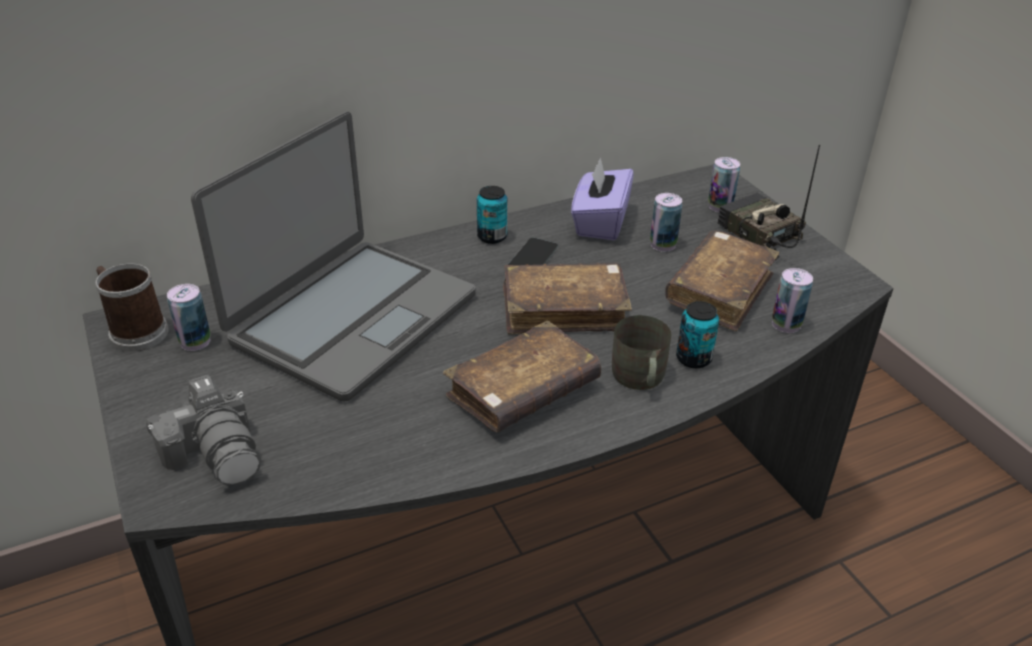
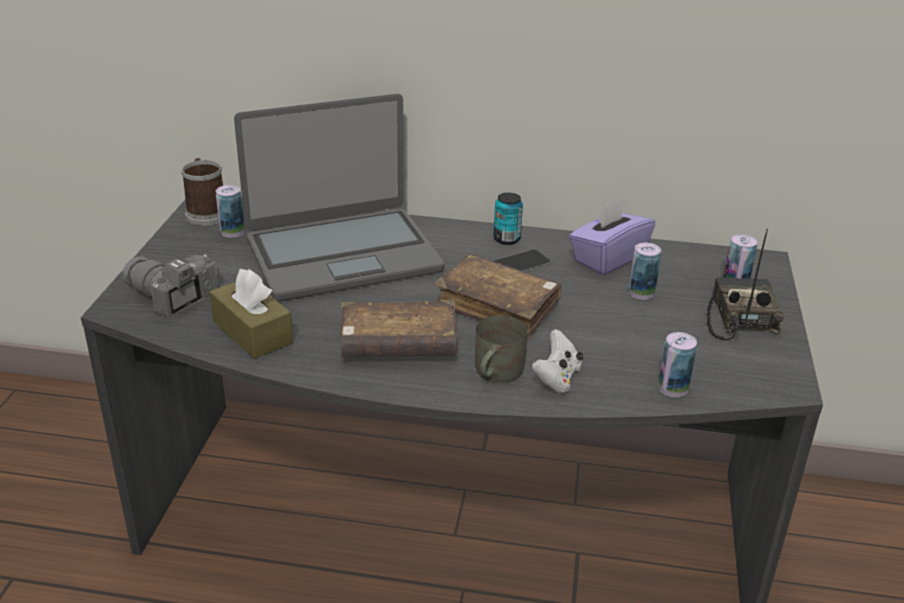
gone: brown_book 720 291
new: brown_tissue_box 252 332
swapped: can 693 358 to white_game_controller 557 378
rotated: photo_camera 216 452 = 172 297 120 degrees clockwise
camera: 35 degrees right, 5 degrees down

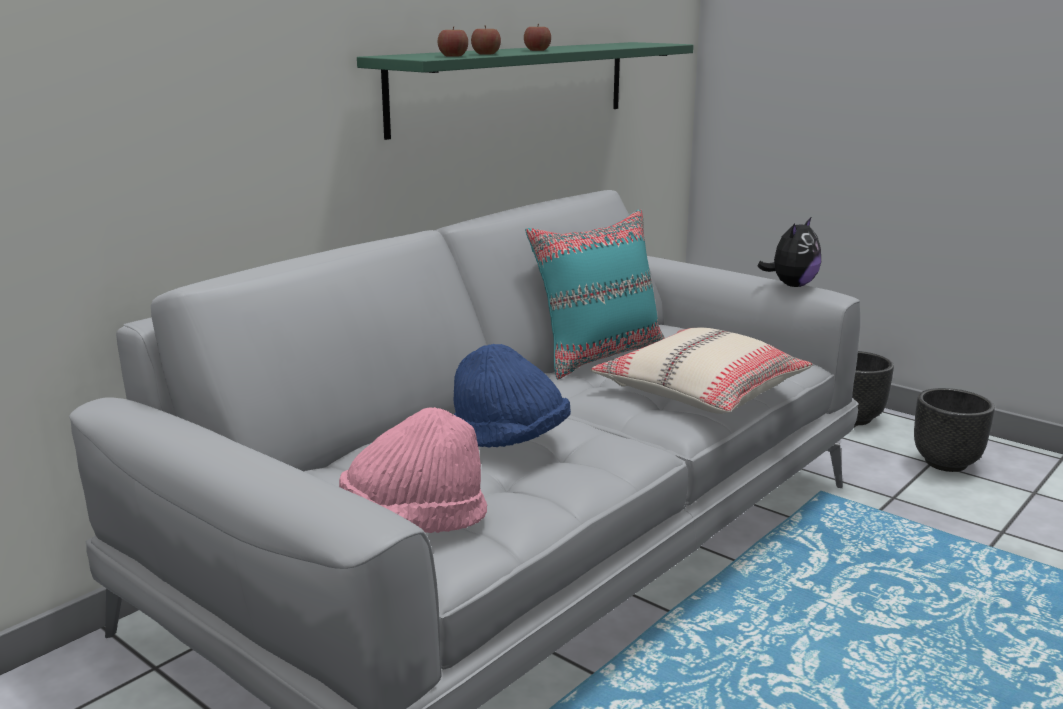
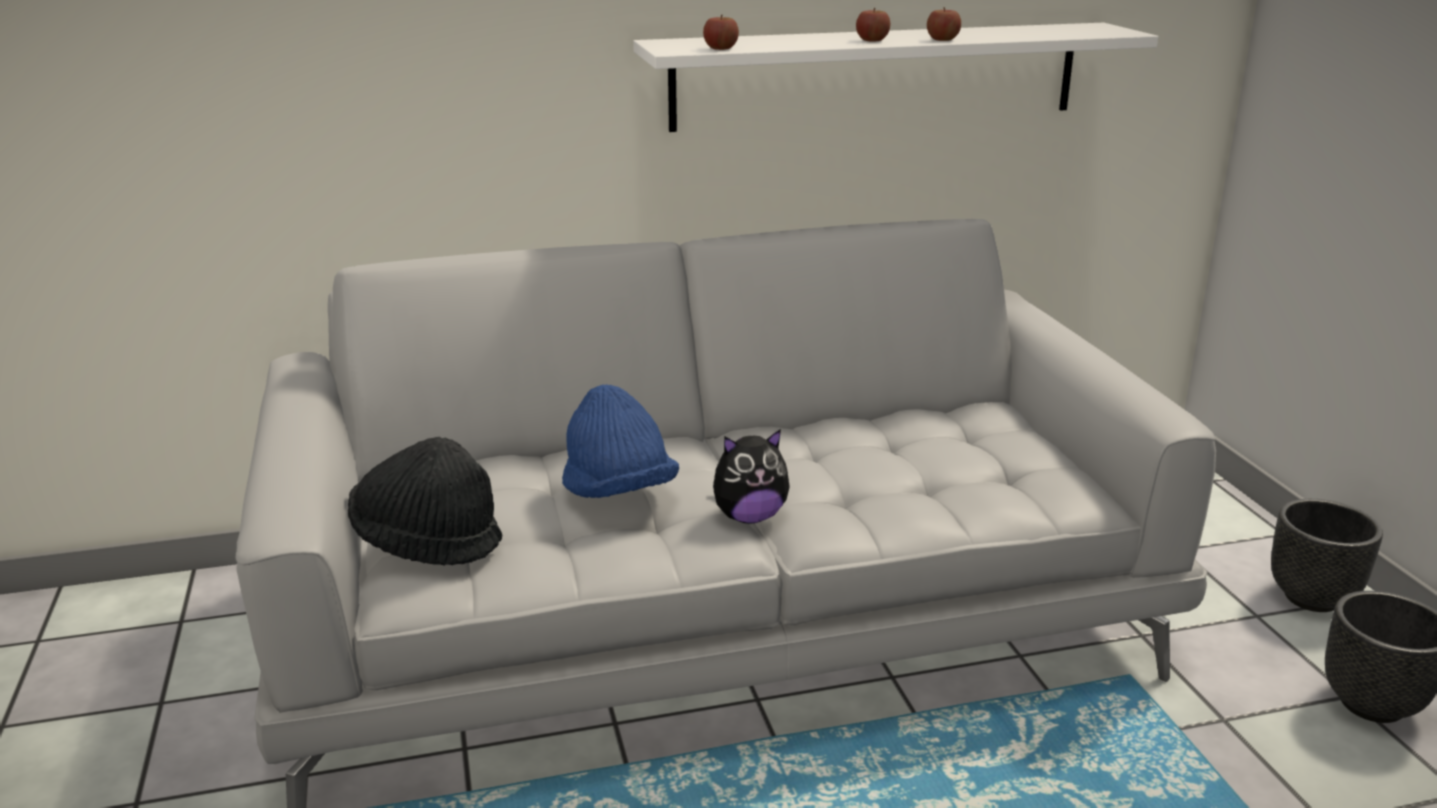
gone: turquoise_pillow 599 356; beige_pillow 700 391
shifted: apple 486 54 to 942 39; plush_toy 791 285 to 749 517
repainted: pink_hat 415 520 to black_hat 427 543; green_shelf 514 85 to white_shelf 877 76
camera: 35 degrees right, 5 degrees up

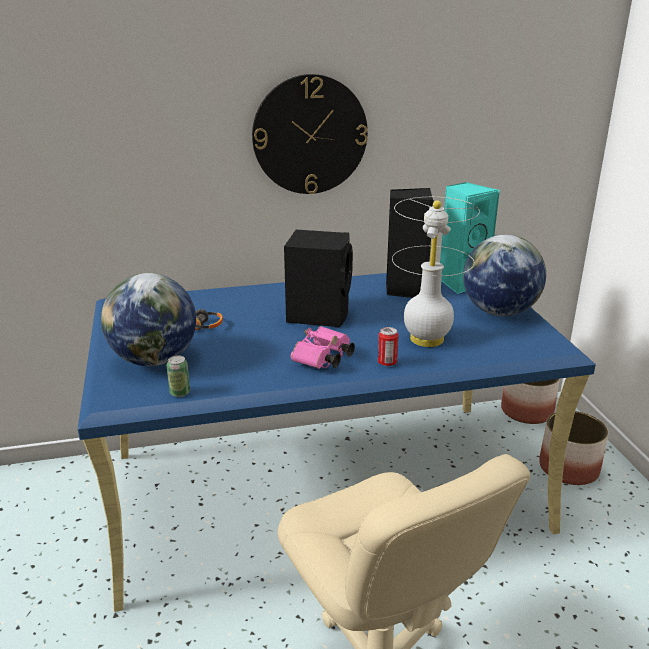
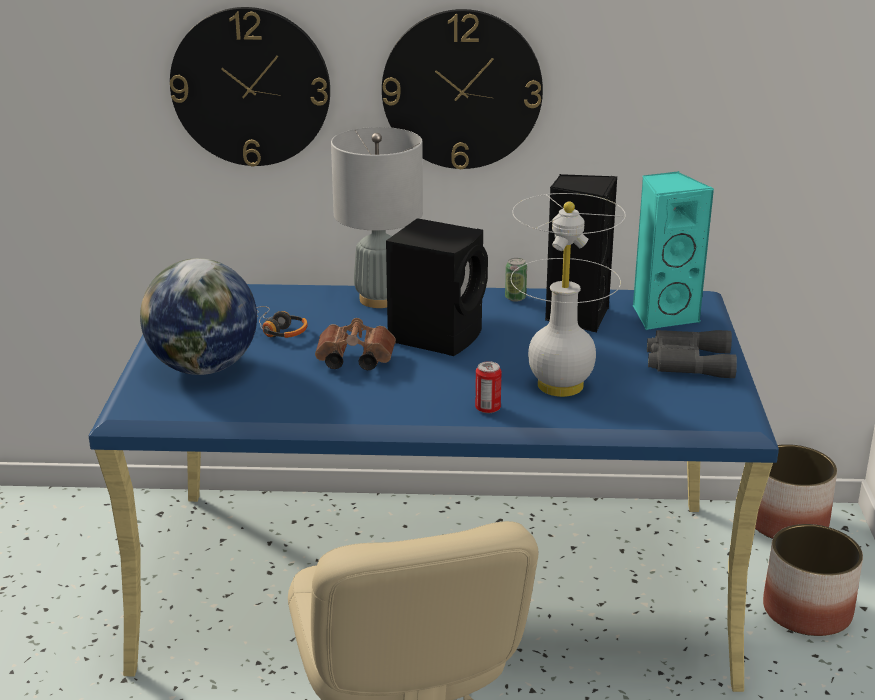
gone: pink_binoculars 322 360
new: wall_clock 250 87; brown_binoculars 352 361; grey_table_lamp 379 299
shifted: can 180 393 to 515 298
swapped: globe 499 312 to grey_binoculars 687 362
camera: 15 degrees right, 0 degrees up

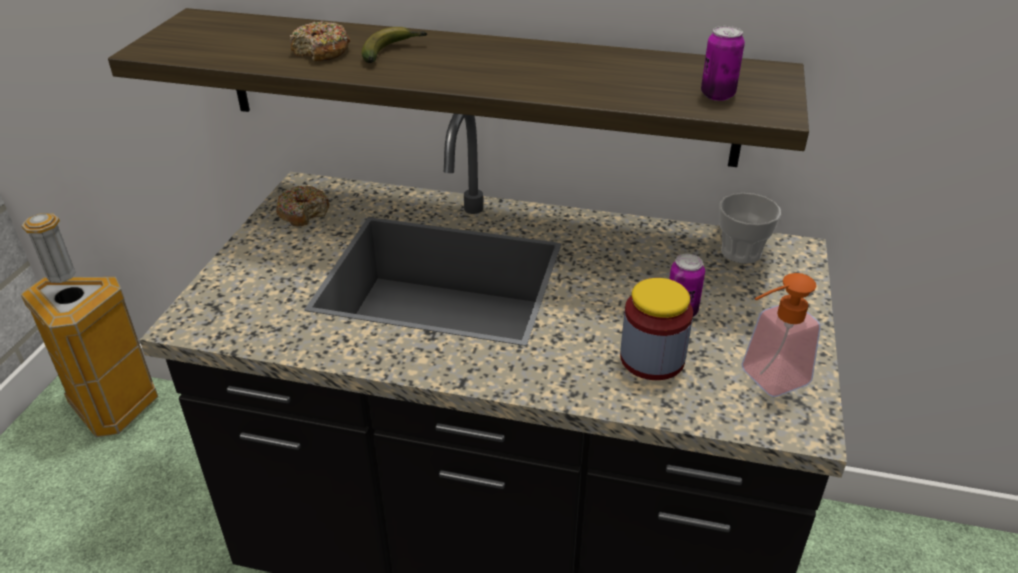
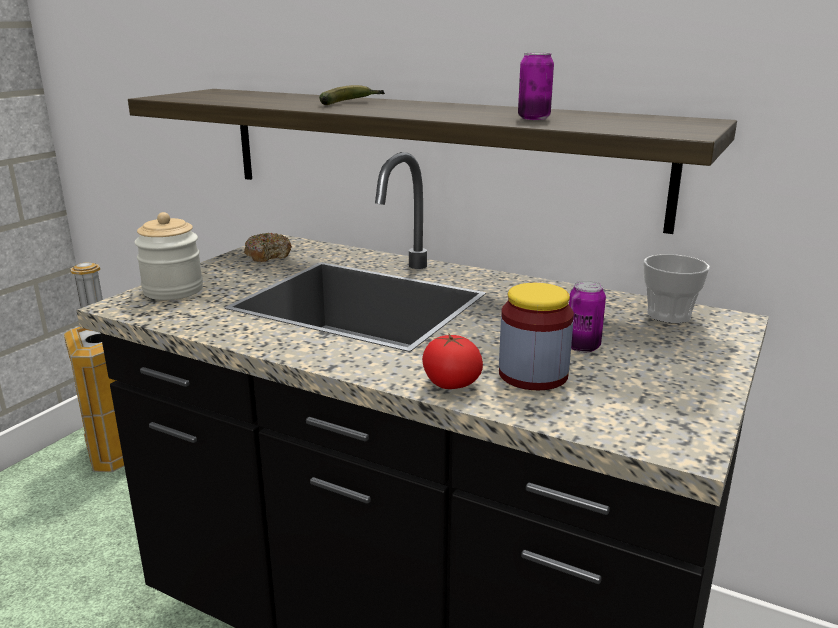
gone: donut 321 51; soap_dispenser 765 380
new: jar 173 290; tomato 451 384
shifted: can 717 95 to 533 118
camera: 15 degrees right, 15 degrees down

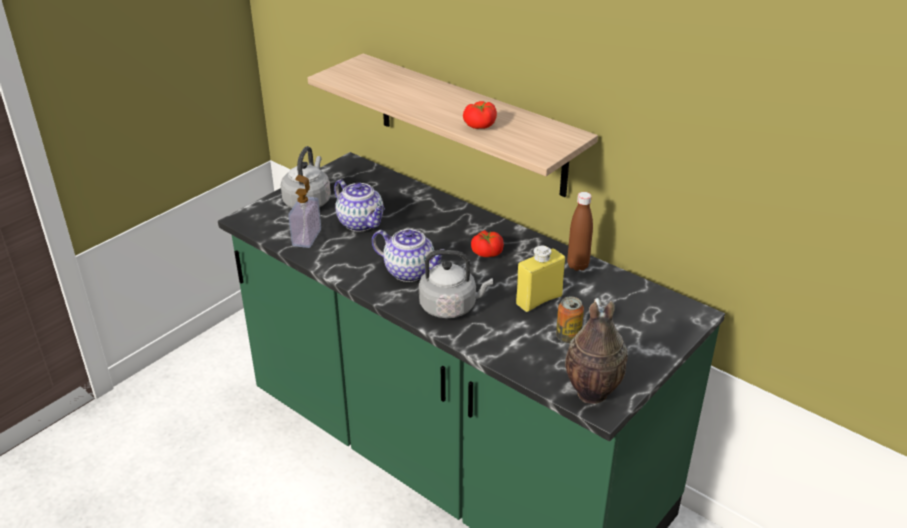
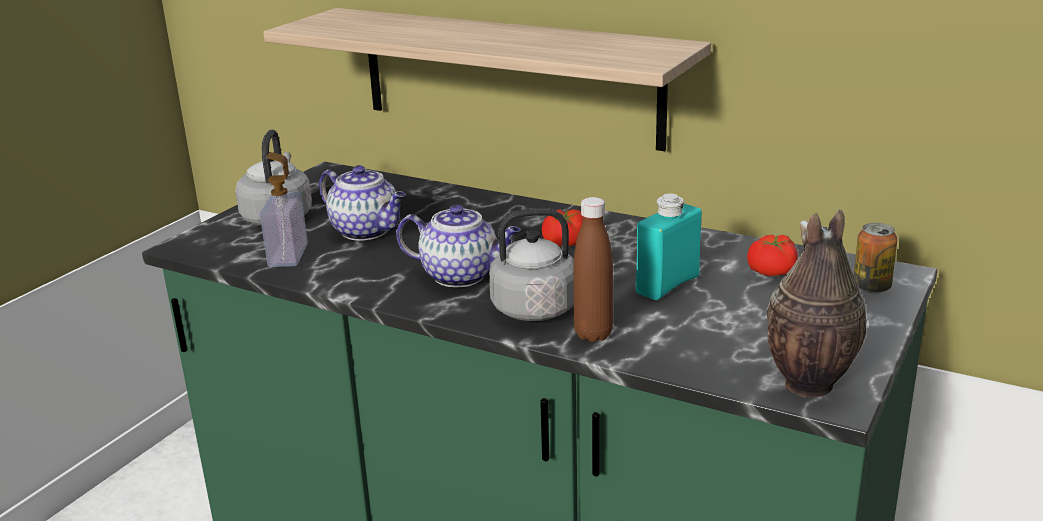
shifted: tomato 480 126 to 773 271; can 568 337 to 871 287; brown_bottle 577 265 to 593 334
repainted: yellow_bottle 539 300 to turquoise_bottle 667 285
camera: 10 degrees left, 10 degrees down

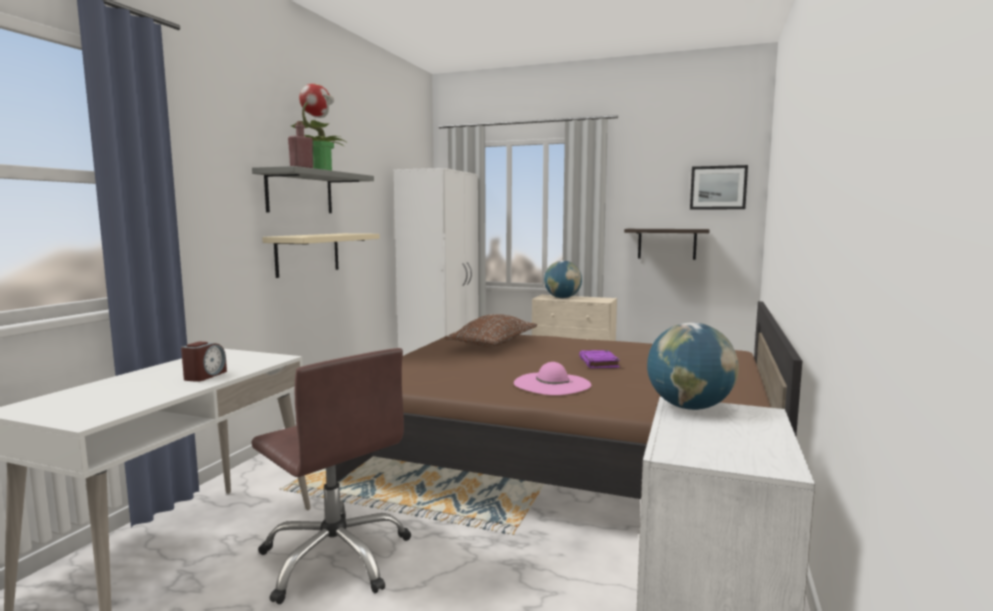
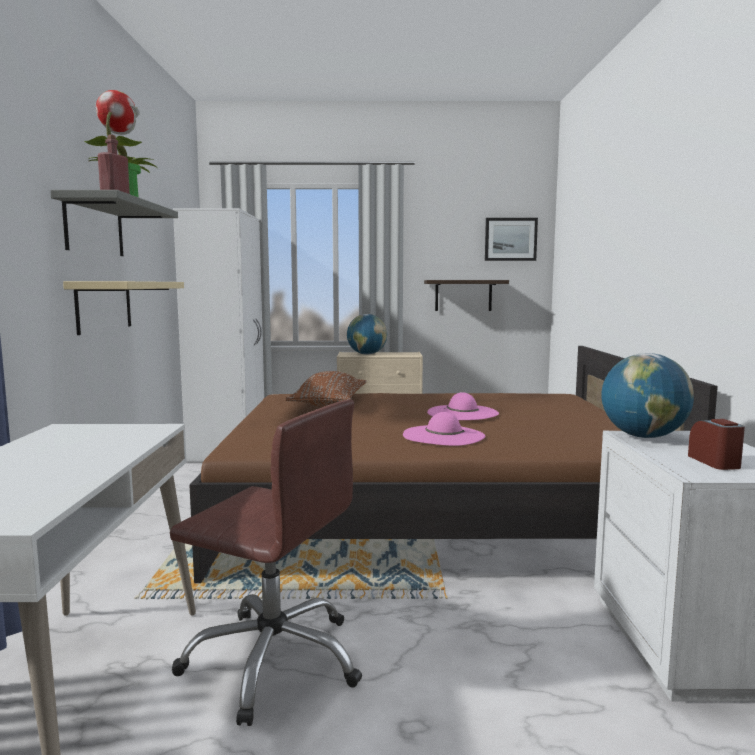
shifted: alarm_clock 205 376 to 715 462
swapped: purple_book 599 363 to pink_hat 463 413
camera: 20 degrees left, 0 degrees up

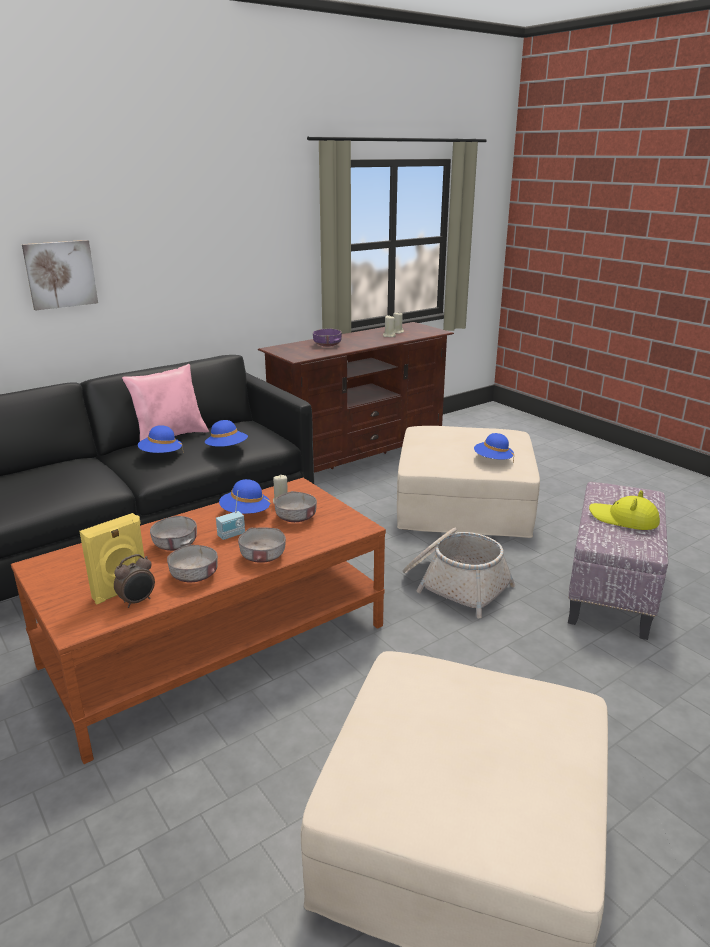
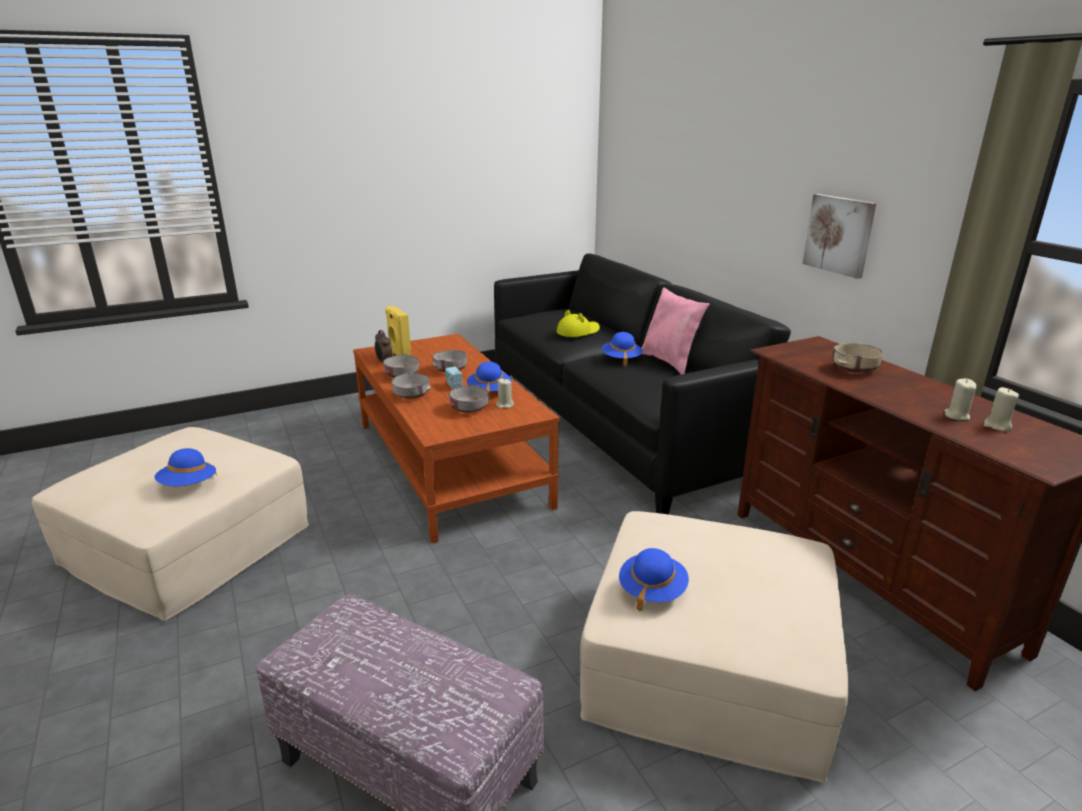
gone: basket 454 584
shifted: picture 60 274 to 839 235; blue_hat 227 449 to 188 485; yellow_hat 623 519 to 578 332
repainted: purple_bowl 327 345 to beige_bowl 854 369
camera: 100 degrees right, 0 degrees up

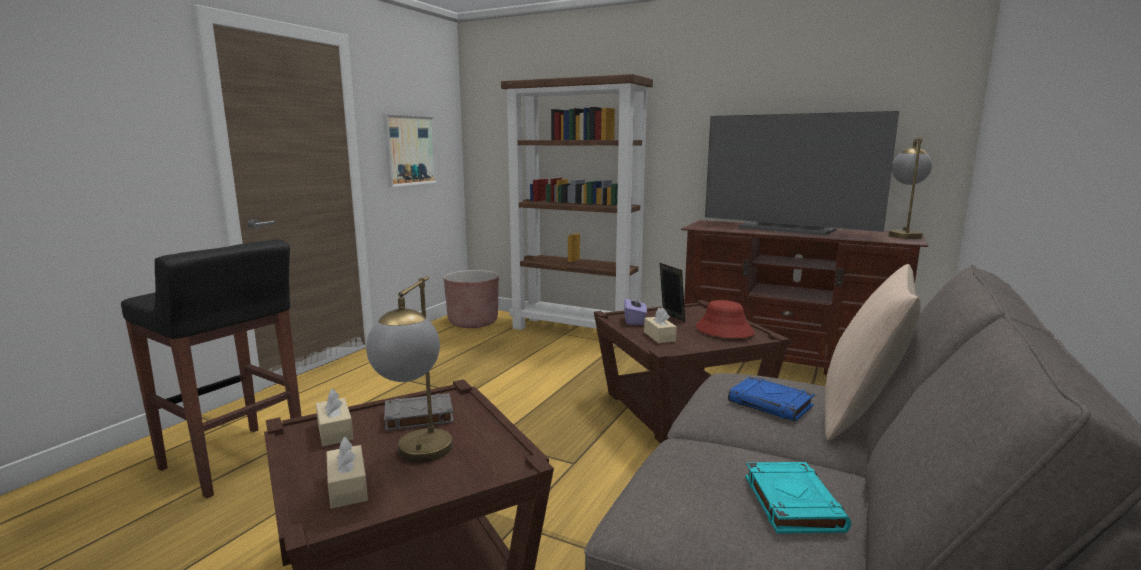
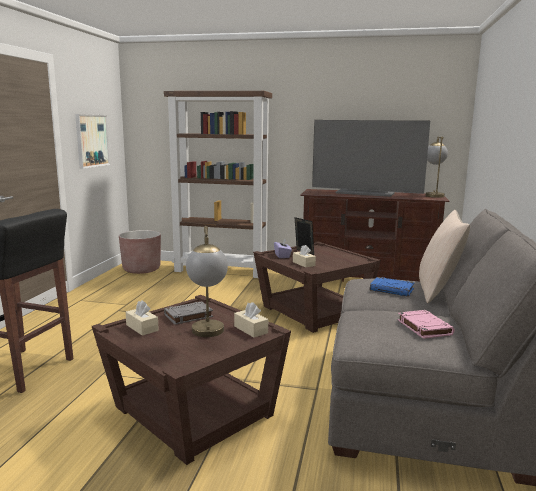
gone: red_hat 724 330
shifted: beige_tissue_box 347 487 to 251 329
repainted: turquoise_book 791 502 to pink_book 423 327
camera: 15 degrees left, 0 degrees up

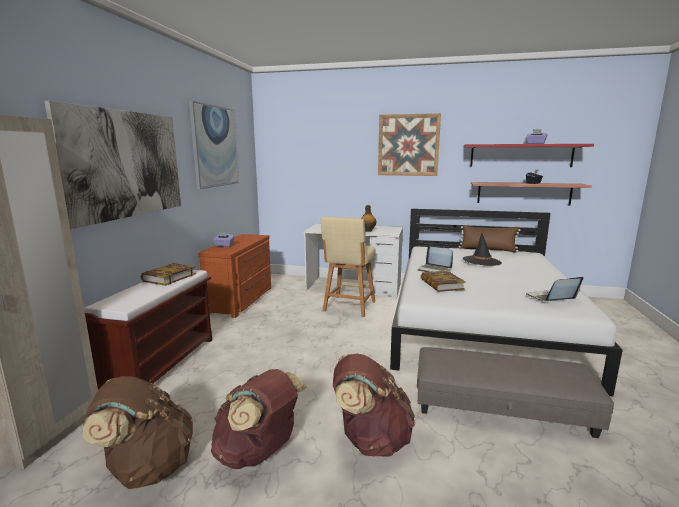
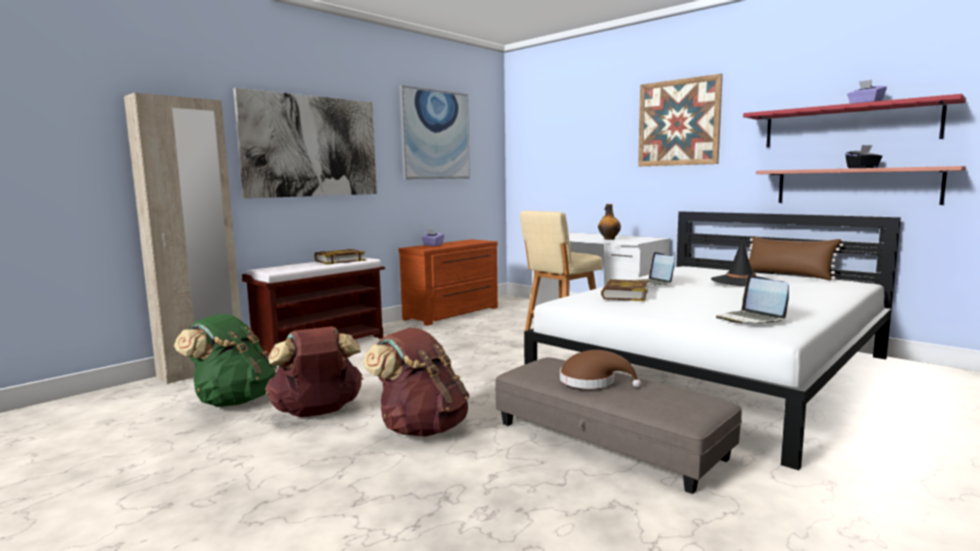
new: brown_hat 592 382
repainted: brown_backpack 147 467 to green_backpack 234 401
rotated: laptop 550 298 = 751 319 120 degrees counterclockwise
camera: 30 degrees right, 5 degrees down

